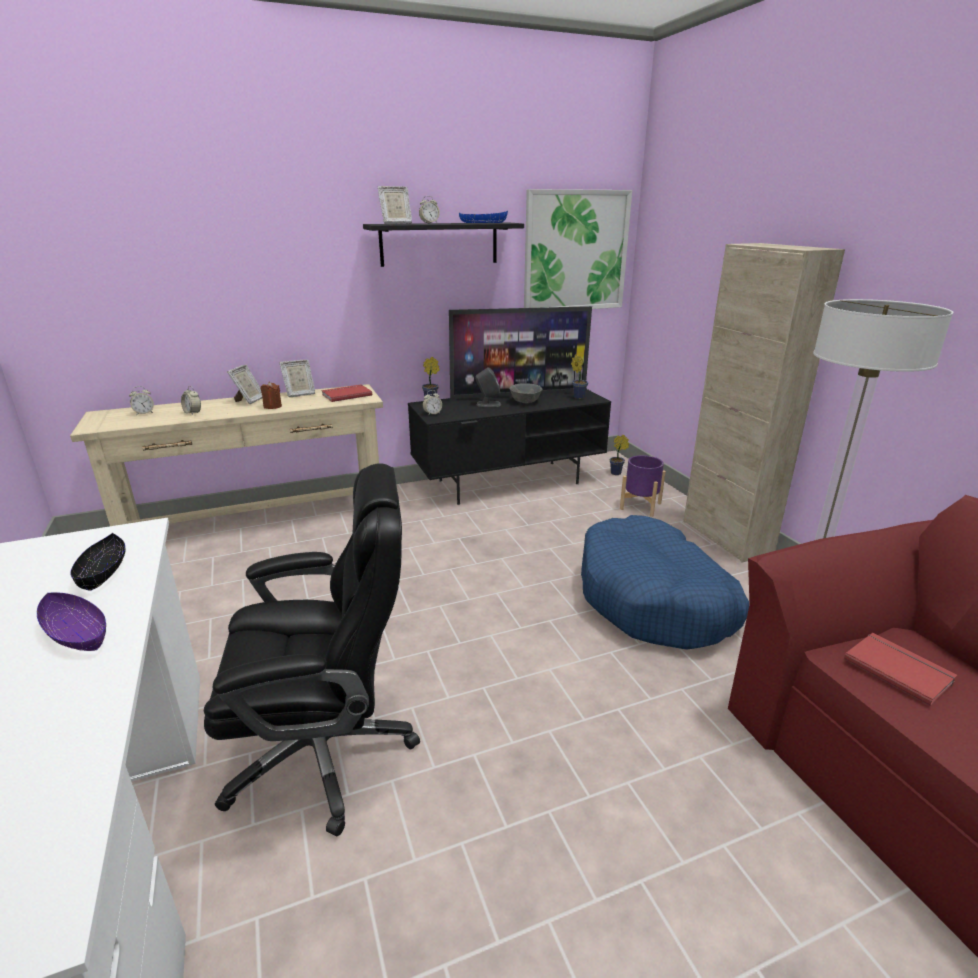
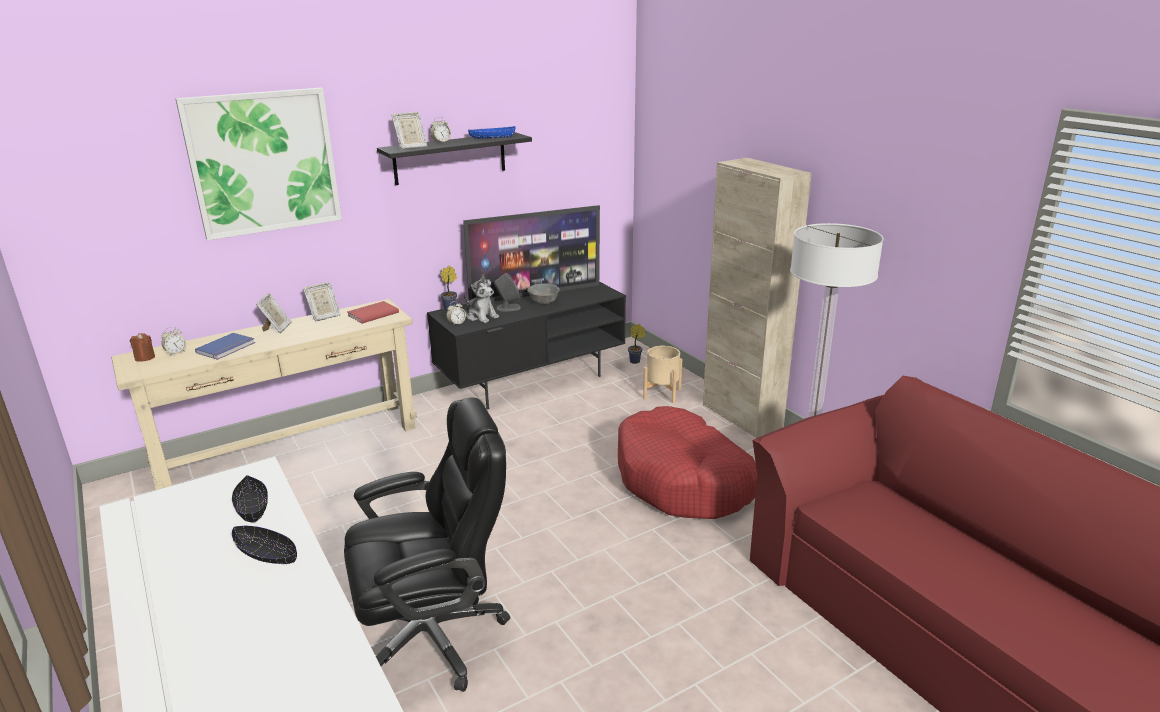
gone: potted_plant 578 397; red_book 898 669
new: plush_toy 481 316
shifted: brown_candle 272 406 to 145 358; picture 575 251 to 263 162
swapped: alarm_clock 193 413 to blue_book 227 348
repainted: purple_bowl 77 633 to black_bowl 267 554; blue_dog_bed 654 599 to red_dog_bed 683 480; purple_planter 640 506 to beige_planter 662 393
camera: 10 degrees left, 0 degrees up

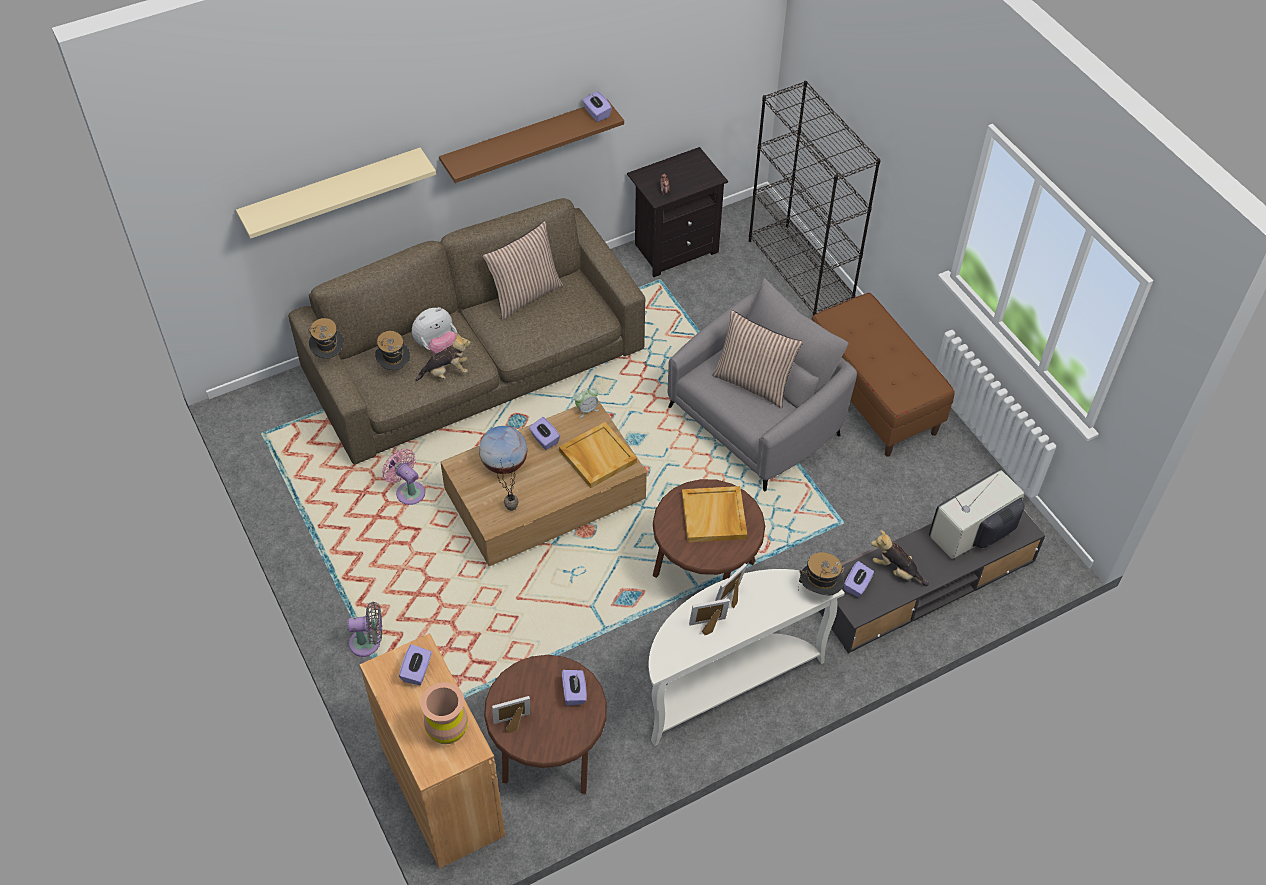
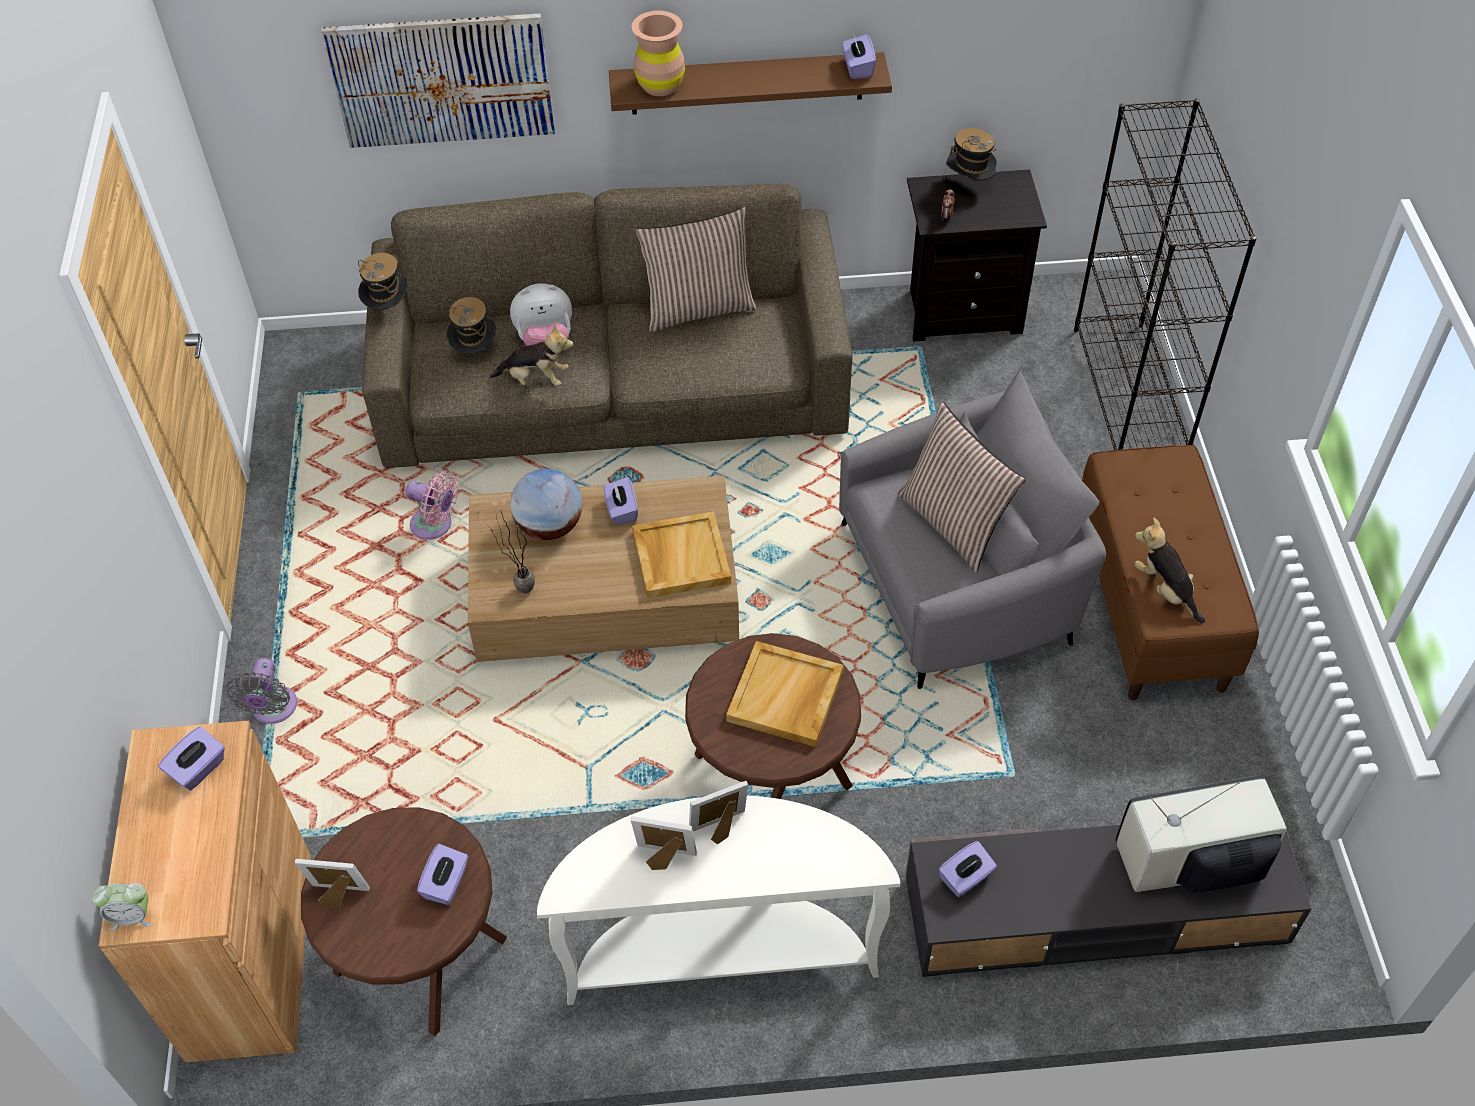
shifted: brown_vase 447 729 to 660 85; alarm_clock 586 409 to 132 916; hat 819 590 to 968 185; plush_toy 896 570 to 1165 589
swapped: beige_shelf 332 192 to picture 442 80
rotated: grey_fan 368 643 = 273 710 75 degrees clockwise; pink_fan 408 491 = 435 526 135 degrees clockwise
camera: 25 degrees right, 0 degrees up

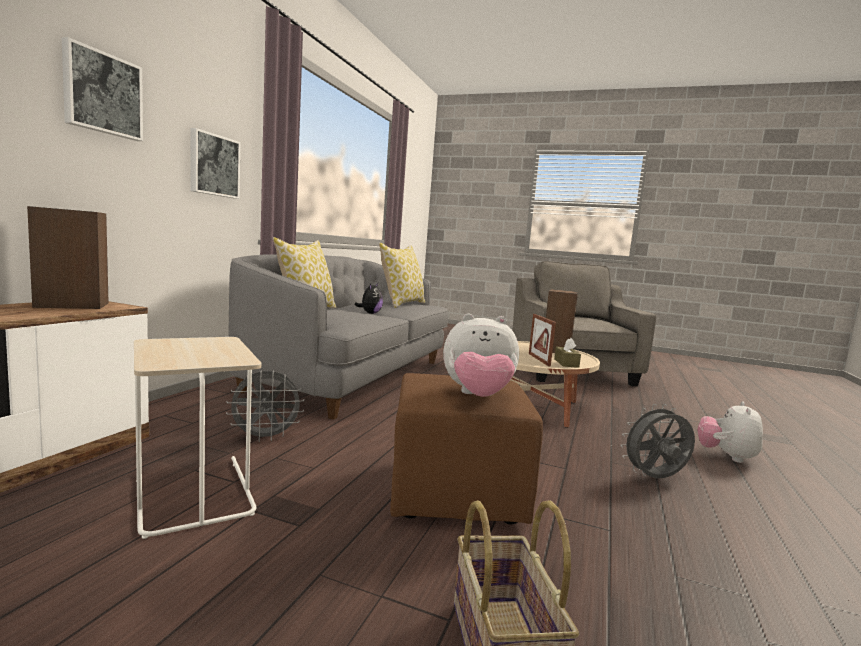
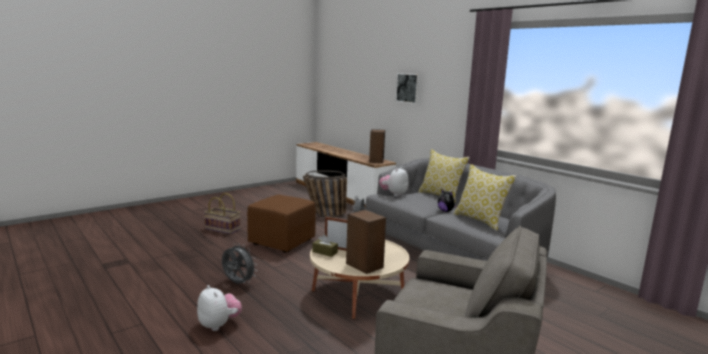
gone: picture 213 165
shifted: plush_toy 478 396 to 394 194
swapped: beige_side_table 192 493 to basket 323 214
rotated: grey_fan 654 479 = 237 283 75 degrees counterclockwise
camera: 120 degrees right, 5 degrees up

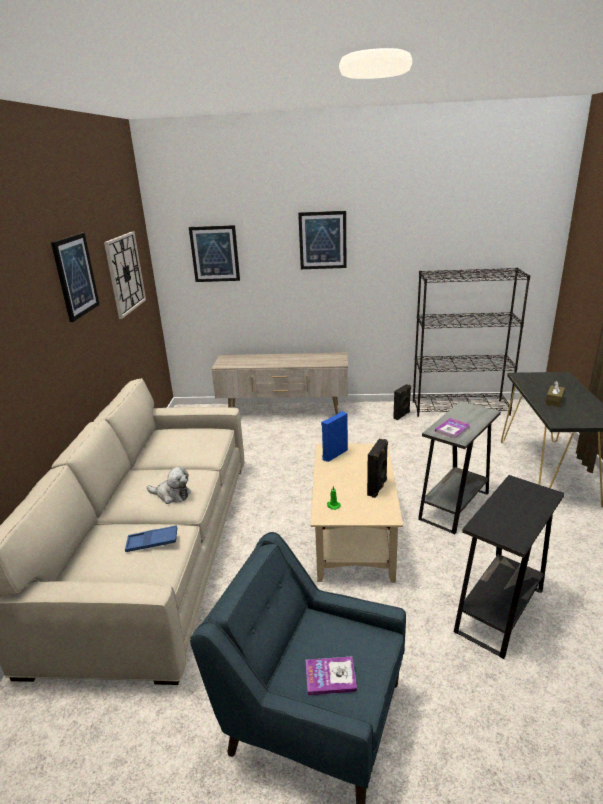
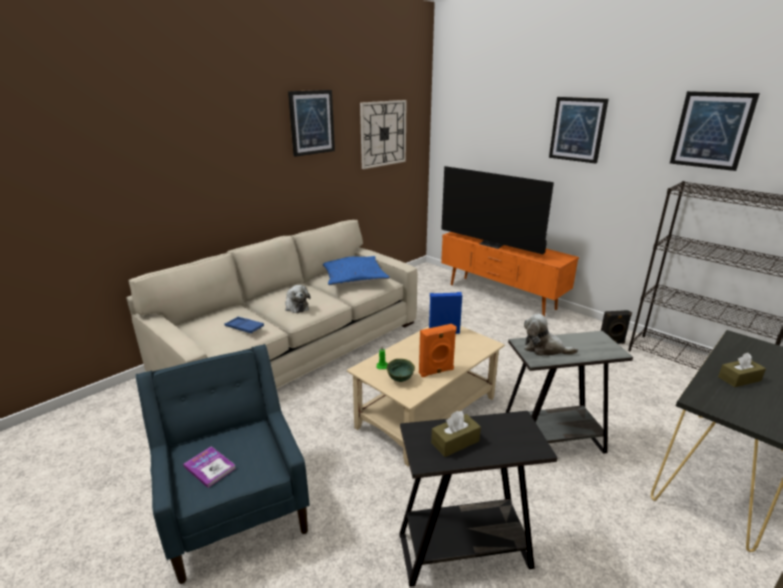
new: blue_pillow 353 278; green_bowl 400 379; brown_tissue_box 455 442; television 492 244
shifted: picture 215 254 to 712 130
swapped: book 452 429 to plush_toy 544 348
repainted: beige_tv_stand 284 411 to orange_tv_stand 500 297; black_speaker 378 488 to orange_speaker 436 372
camera: 40 degrees right, 0 degrees up

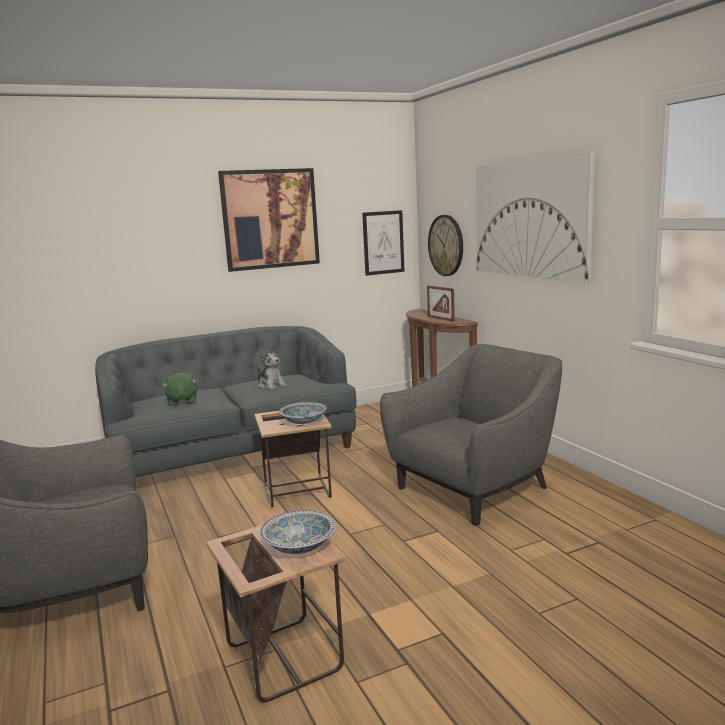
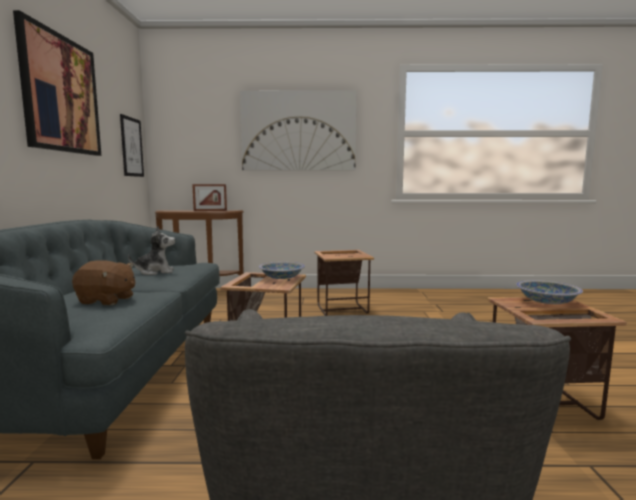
gone: wall_clock 446 245
swapped: grey_armchair 475 488 to side_table 343 309
repainted: green_plush_toy 182 402 to brown_plush_toy 106 300
camera: 65 degrees left, 5 degrees down

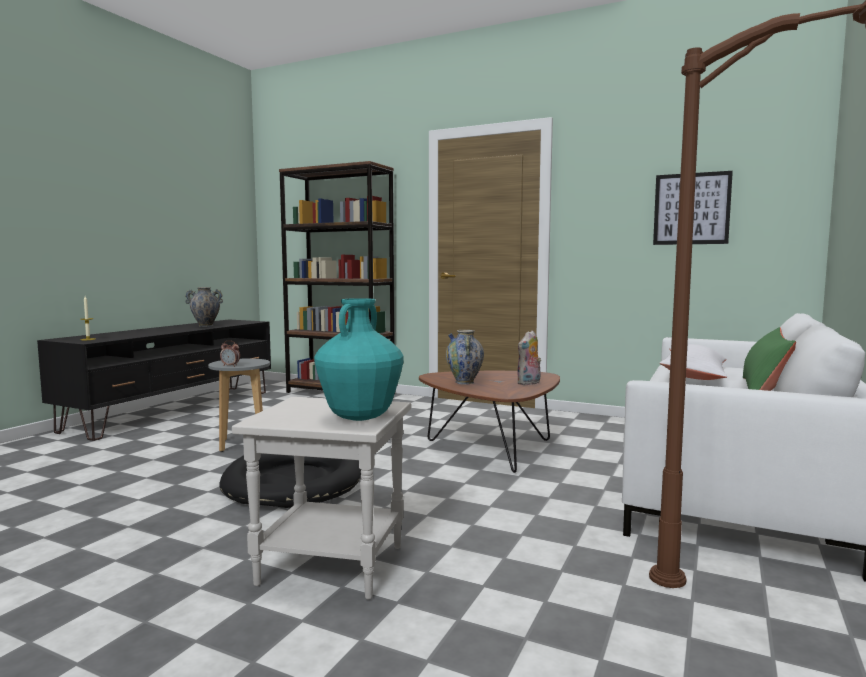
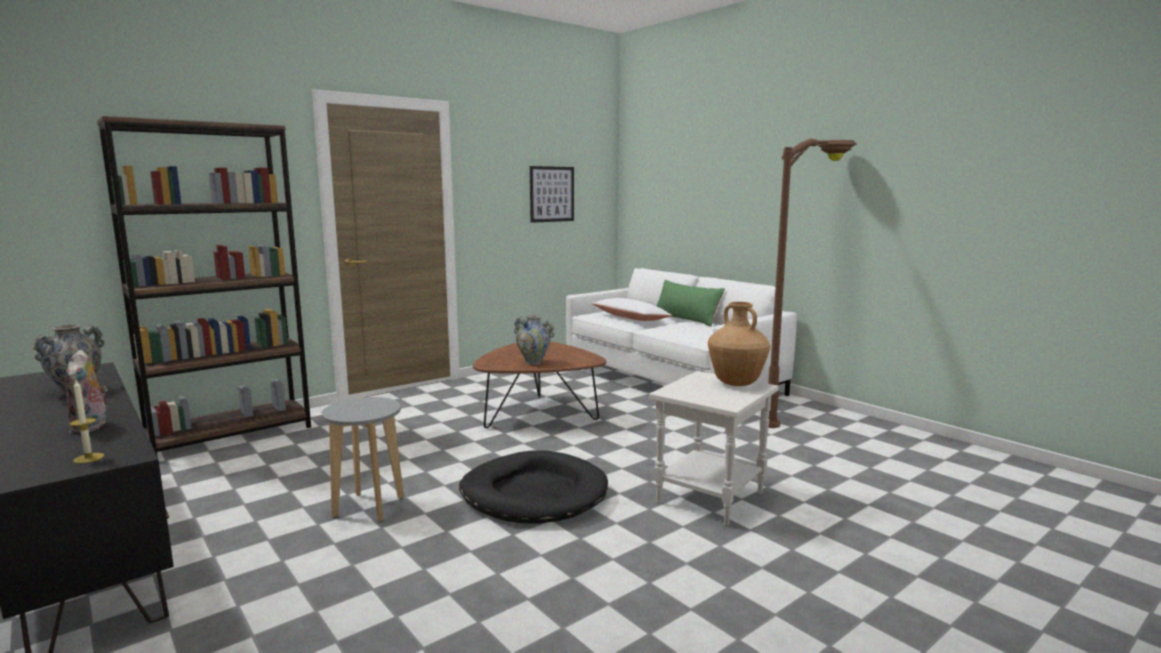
gone: alarm_clock 230 366
shifted: plush_toy 529 383 to 91 427
repainted: turquoise_vase 360 417 to brown_vase 736 383
camera: 65 degrees left, 5 degrees up

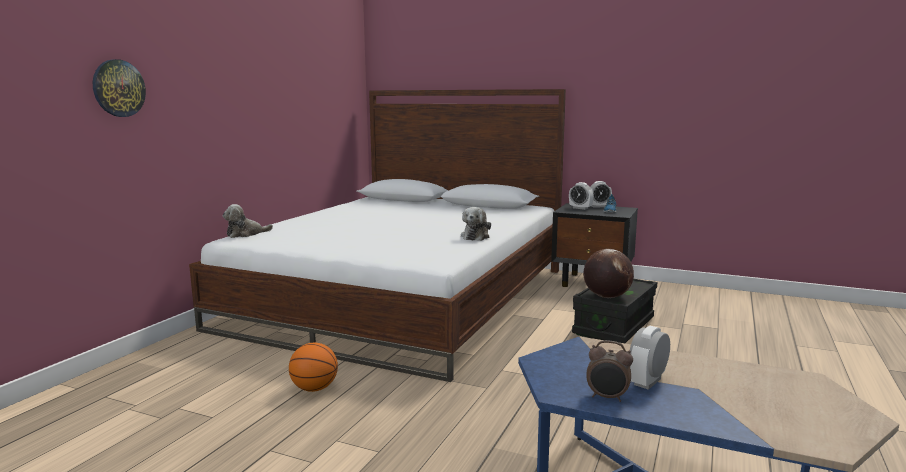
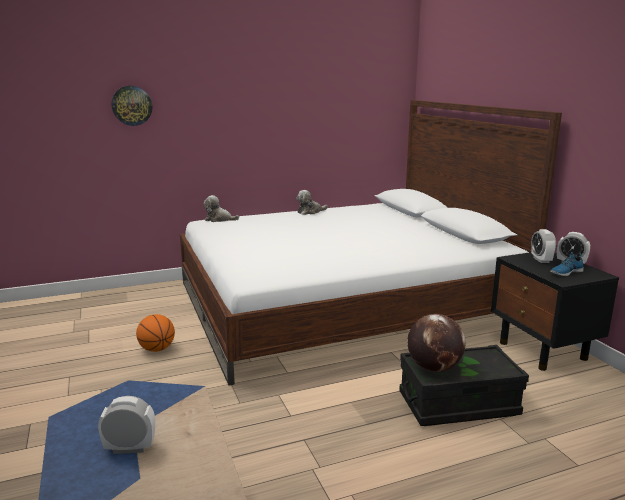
gone: alarm_clock 607 397
shifted: plush_toy 476 236 to 310 212
camera: 45 degrees right, 5 degrees up

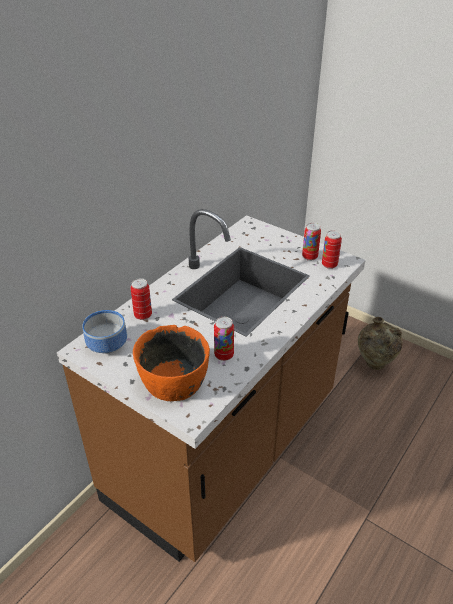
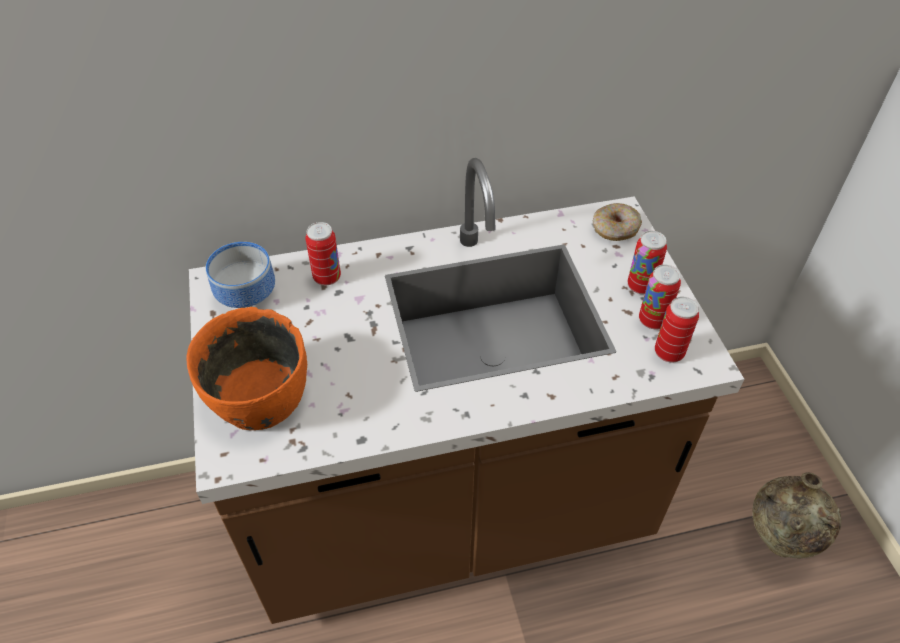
new: donut 615 229
shifted: can 224 355 to 640 286
camera: 40 degrees right, 10 degrees up

